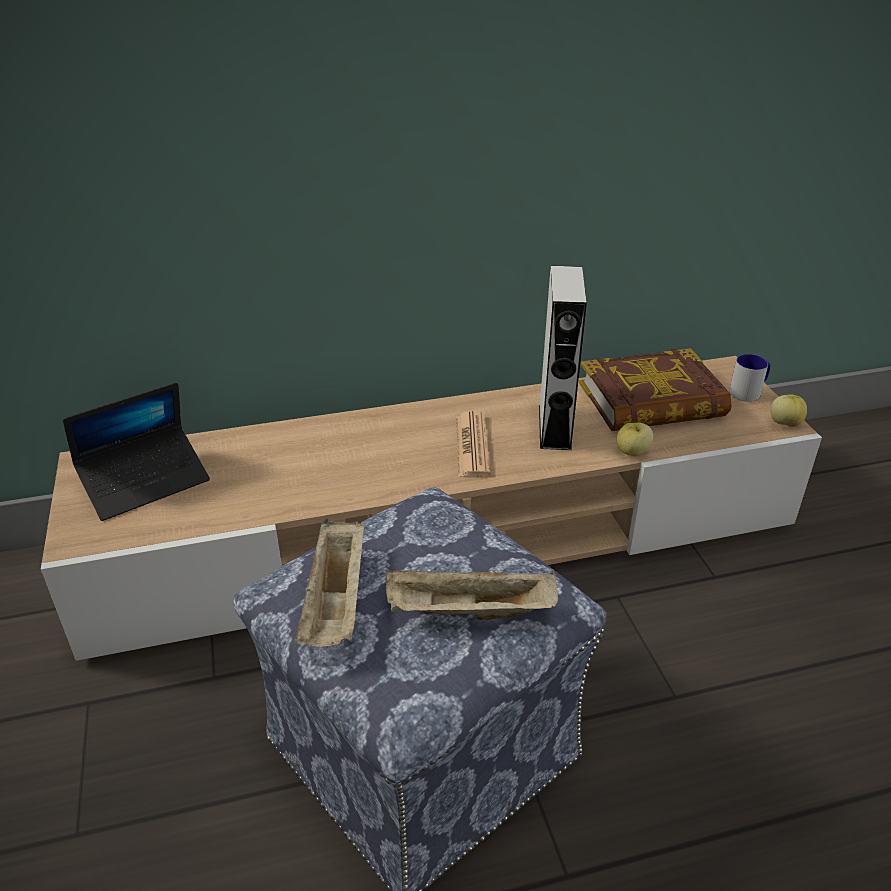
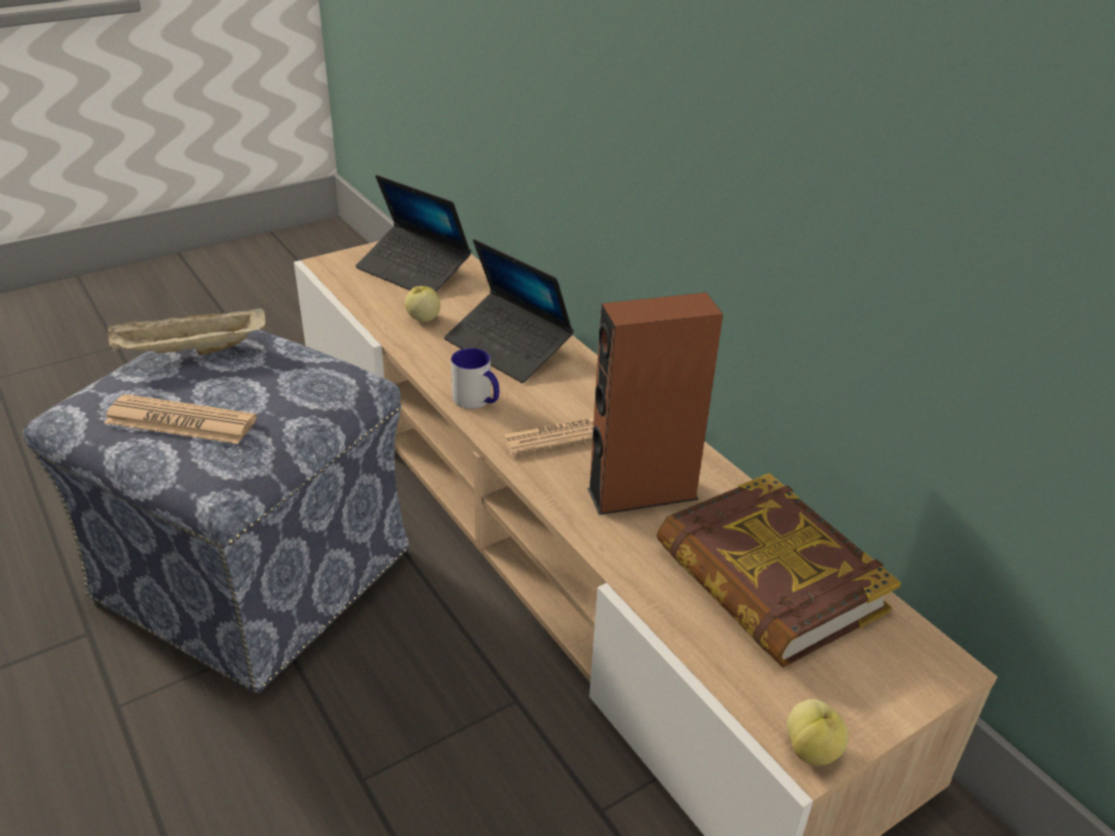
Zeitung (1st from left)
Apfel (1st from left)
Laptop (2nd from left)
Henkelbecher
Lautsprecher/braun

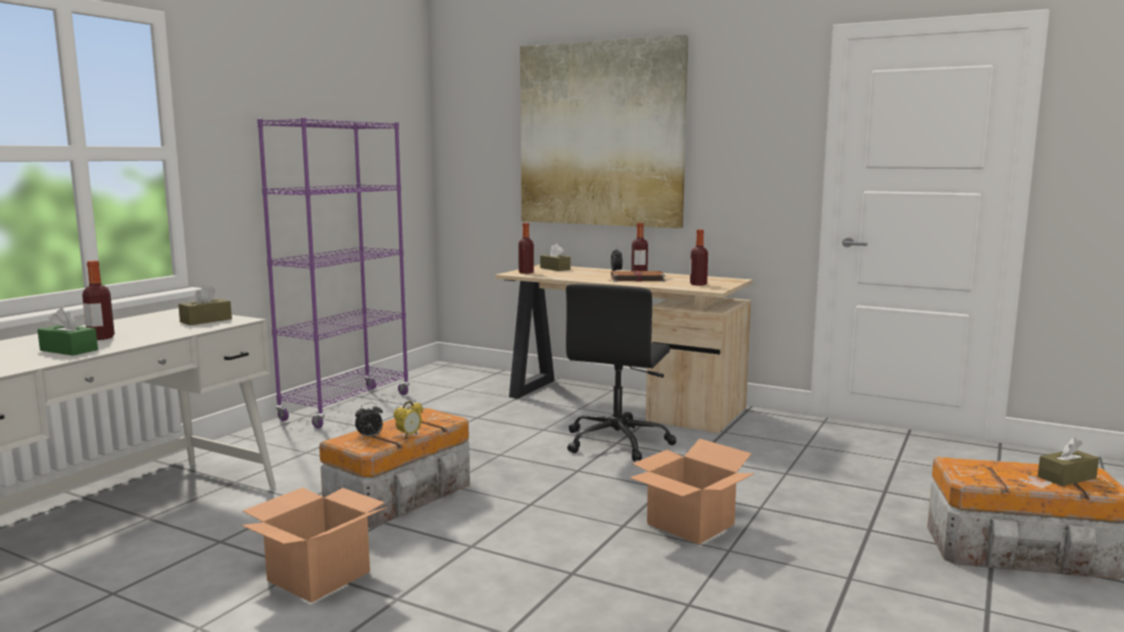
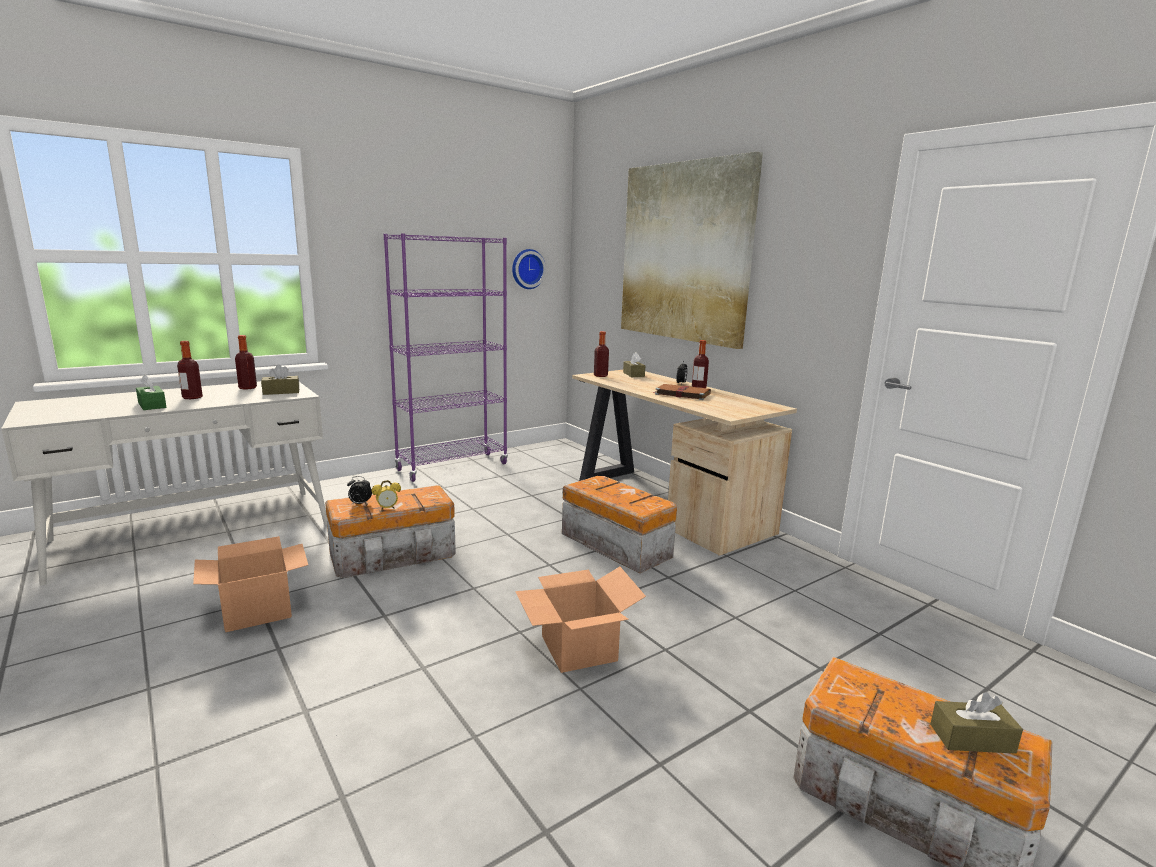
Flasche (2nd from left)
Wanduhr
Aufbewahrungsbox (2nd from left)

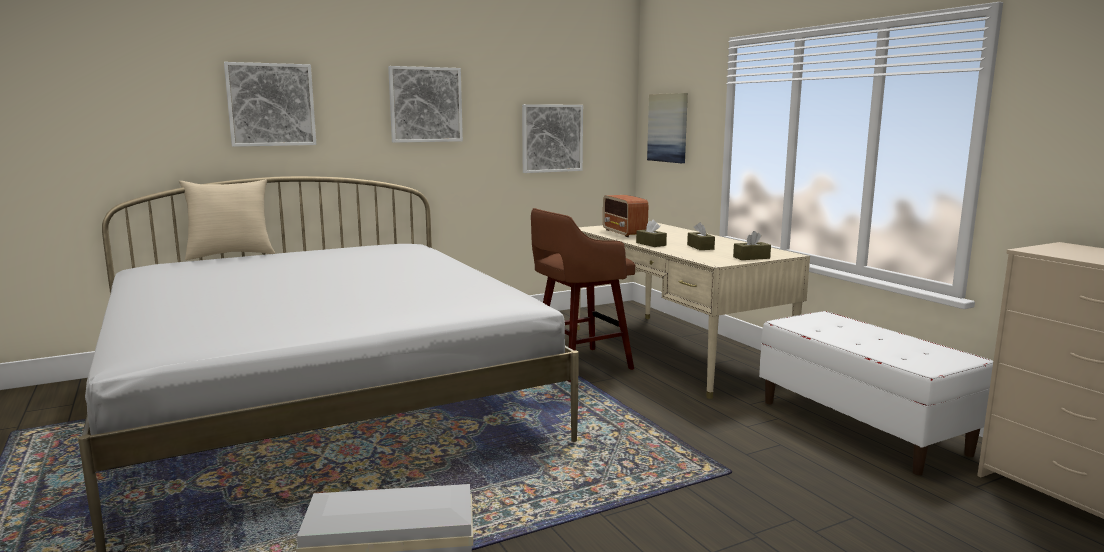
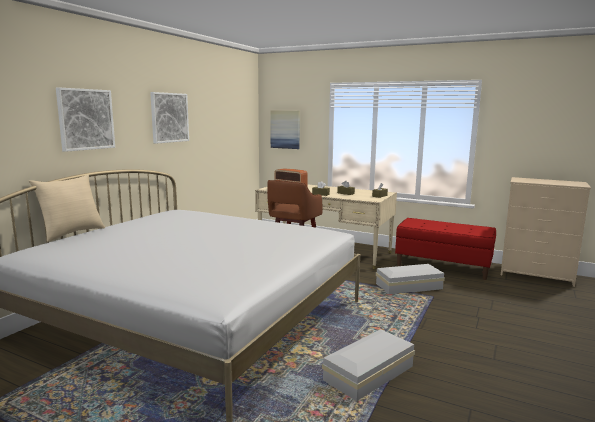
Aufbewahrungsbox/weiß (2nd from left)
Bank/rot
Bild (3rd from left in the first image)

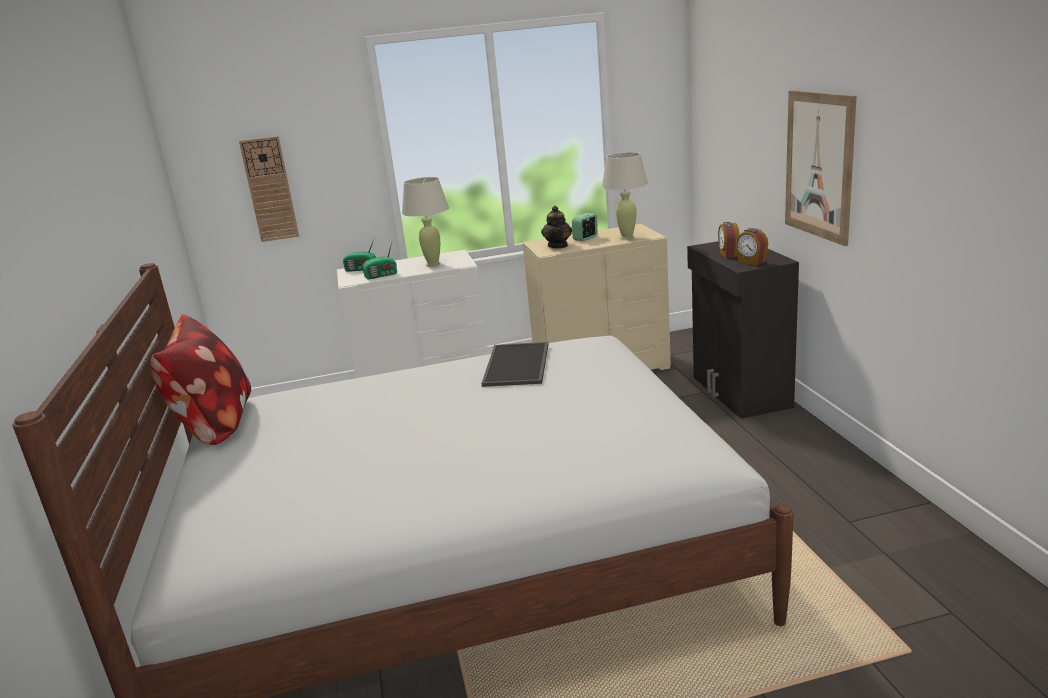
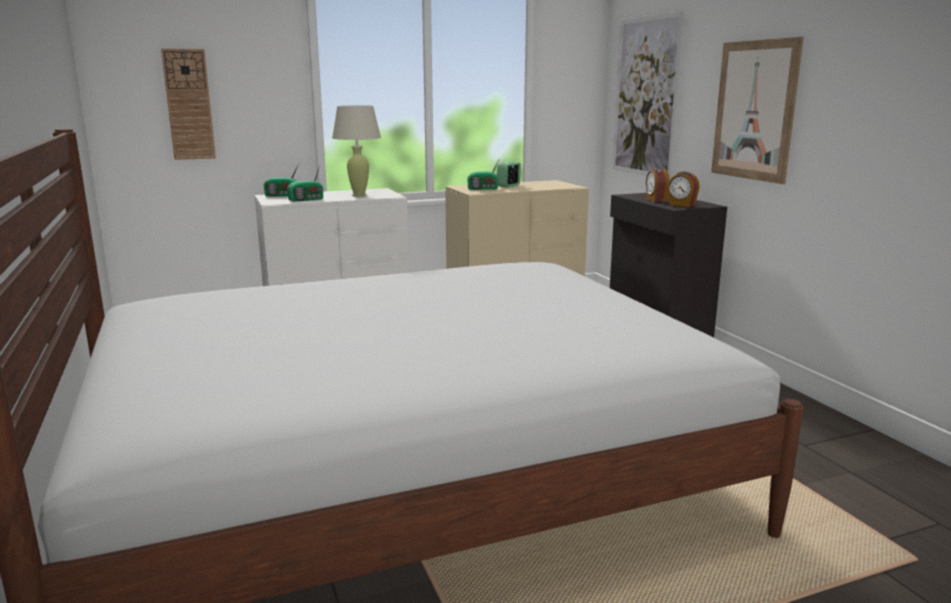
Radio (3rd from left)
Bild (1st from left)
Kissen
Tablett
Tischlampe/beige (2nd from left in the first image)

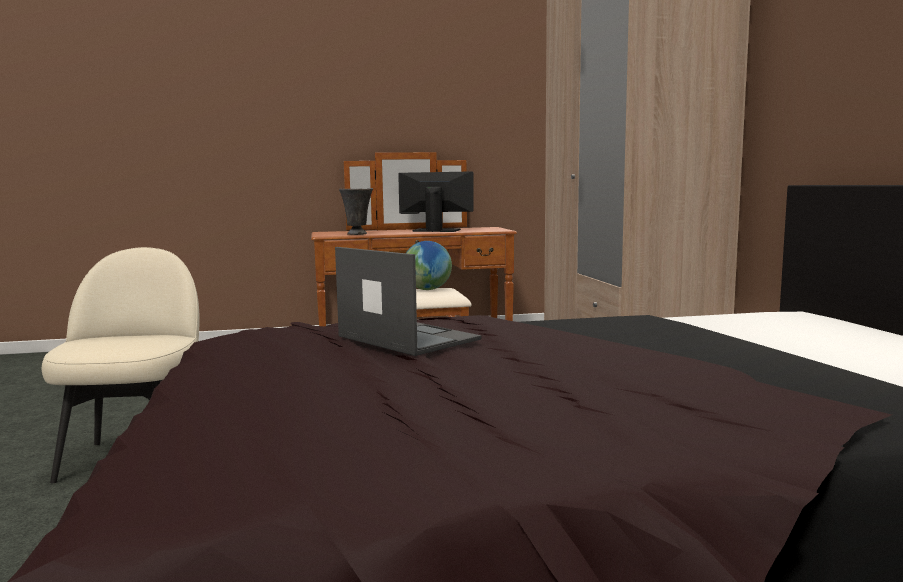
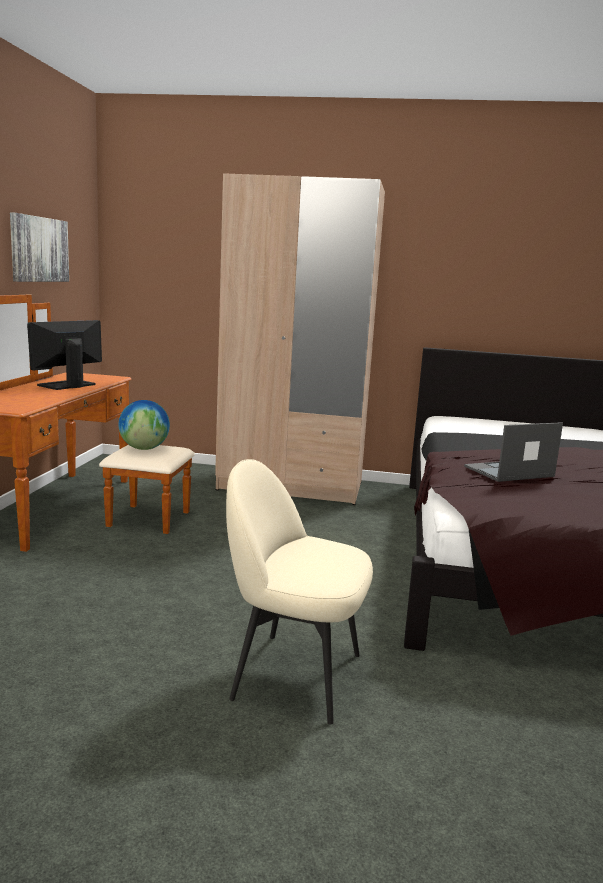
Bild
Vase/grau

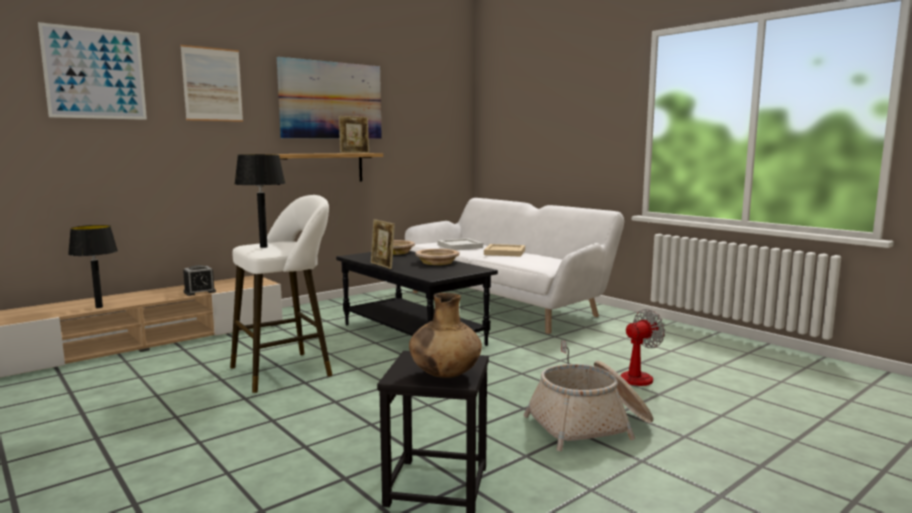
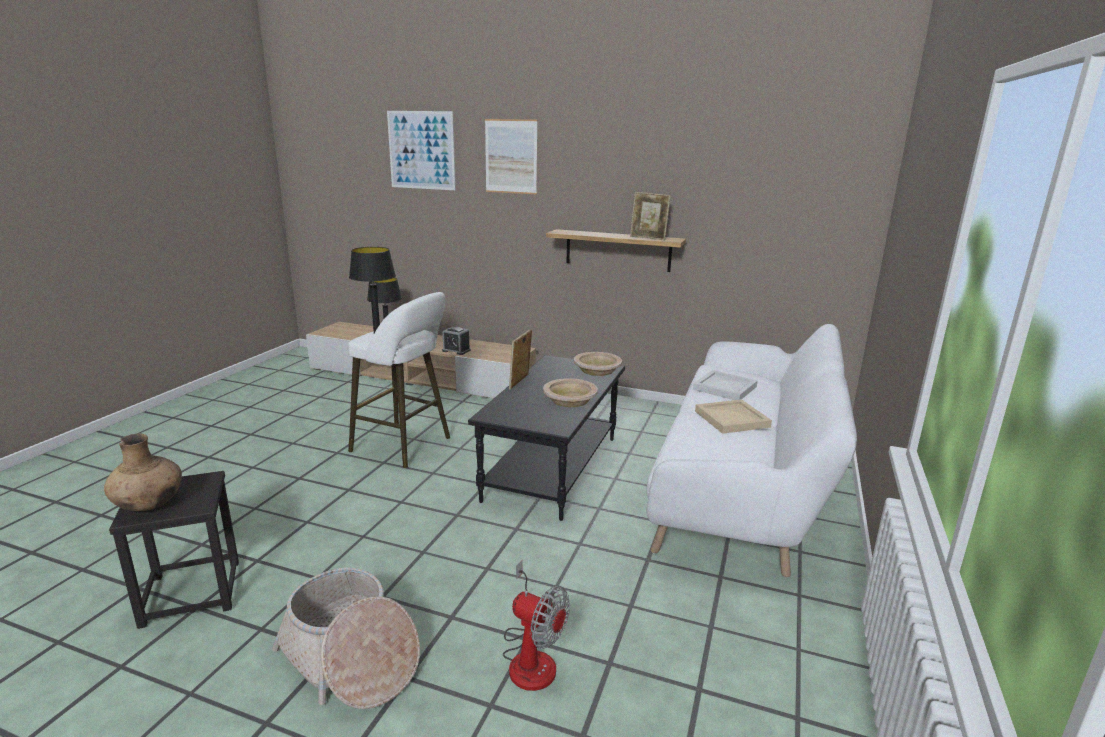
Bild (3rd from left in the first image)

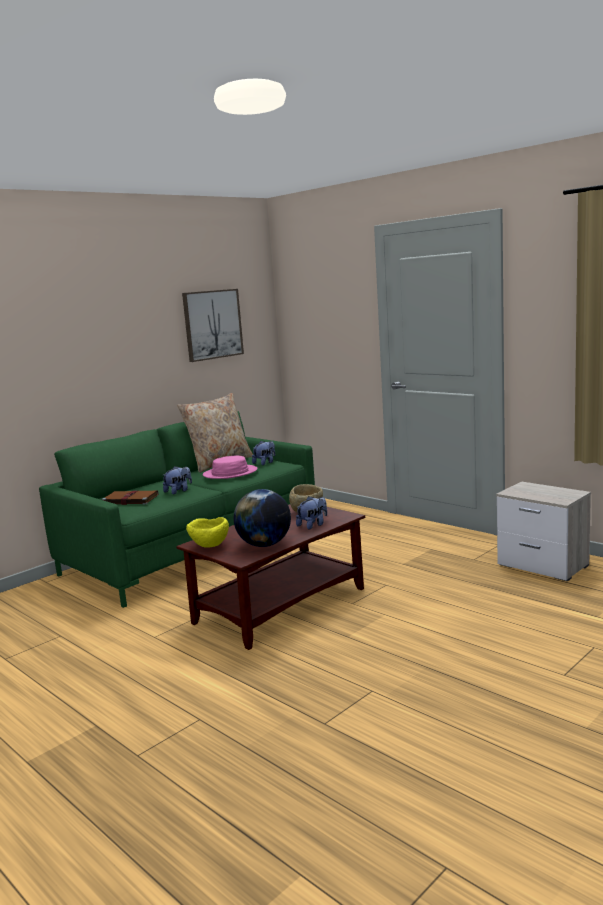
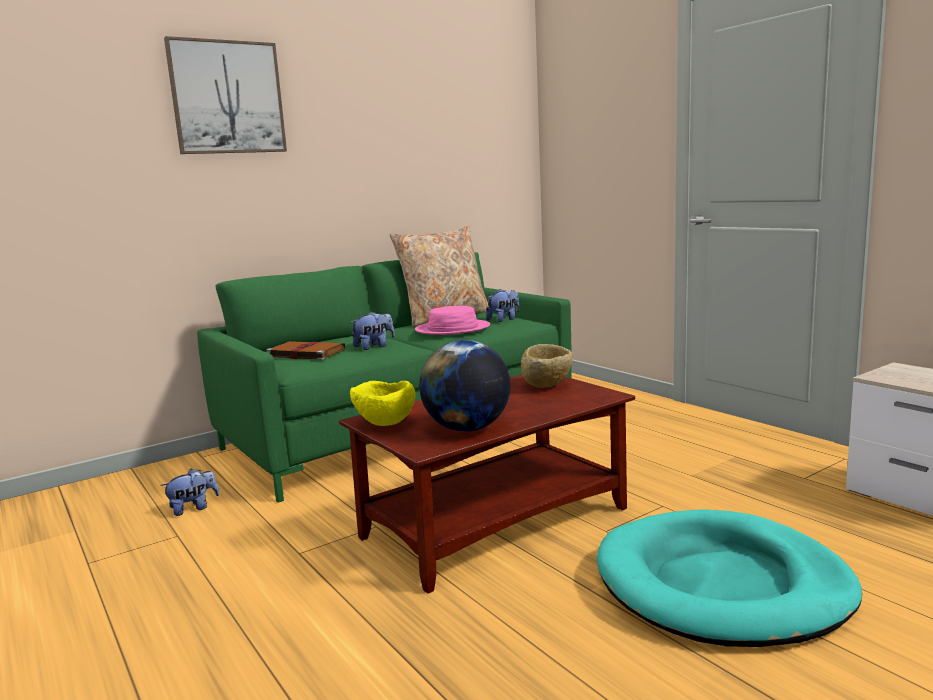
Plüschtier (1st from left)
Bild
Hundebett/türkis

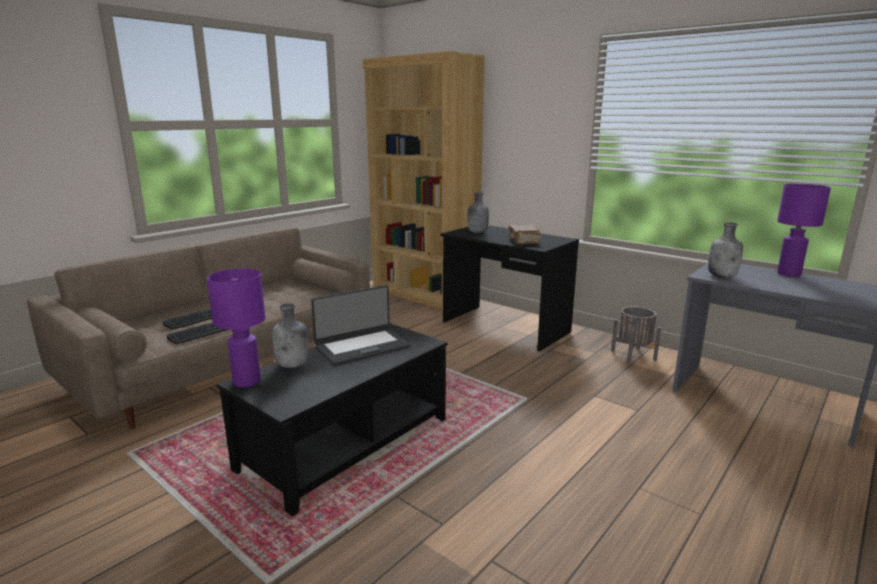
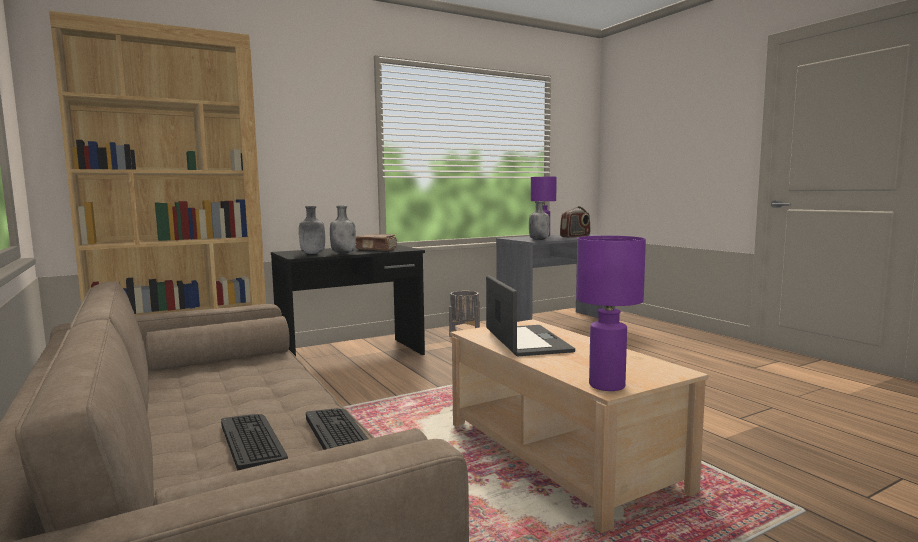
Flasche/grau (2nd from left)
Couchtisch/beige
Radio

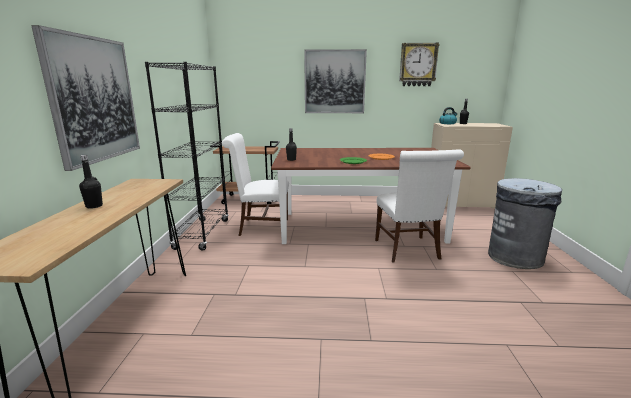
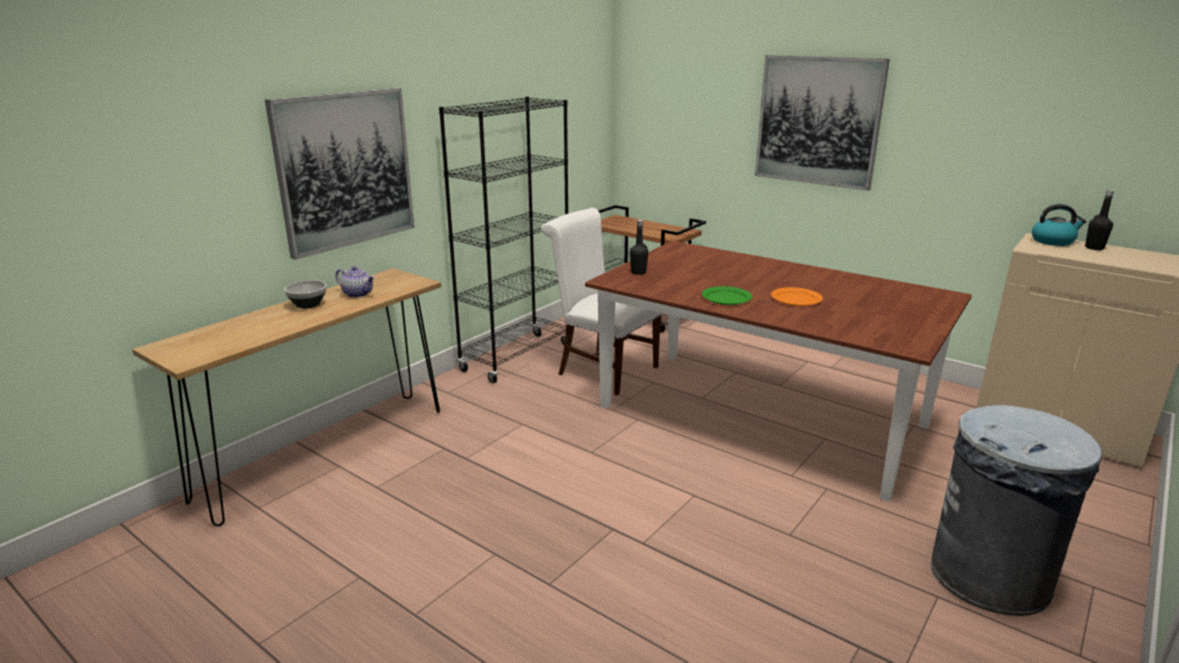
Schüssel
Teekanne
Stuhl/weiß (2nd from left in the first image)
Wanduhr

